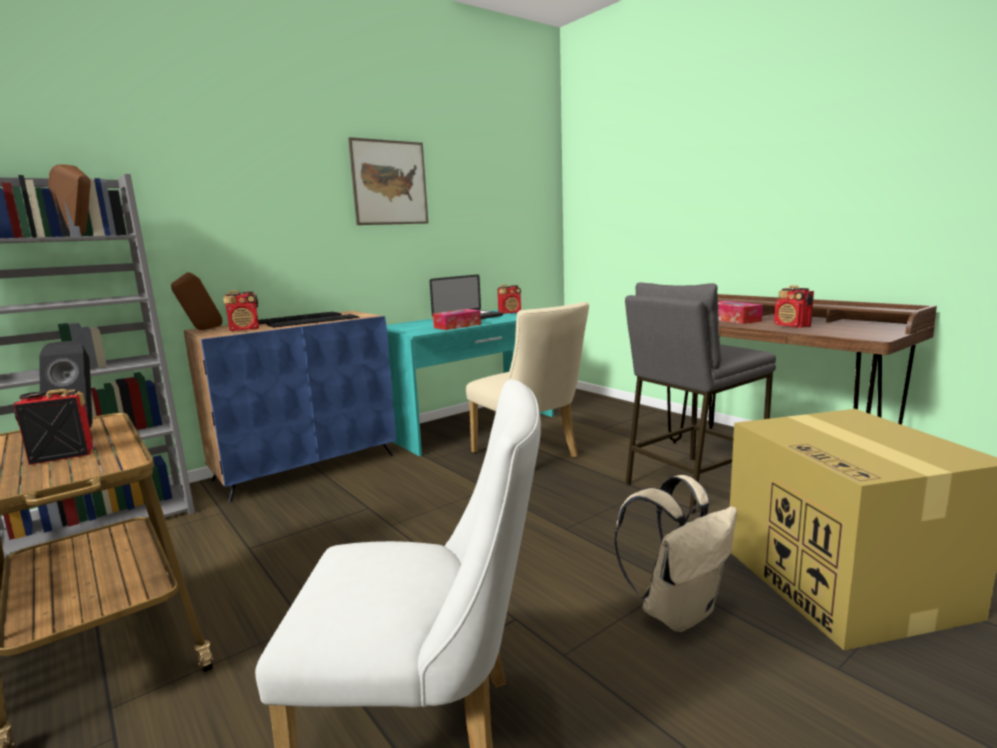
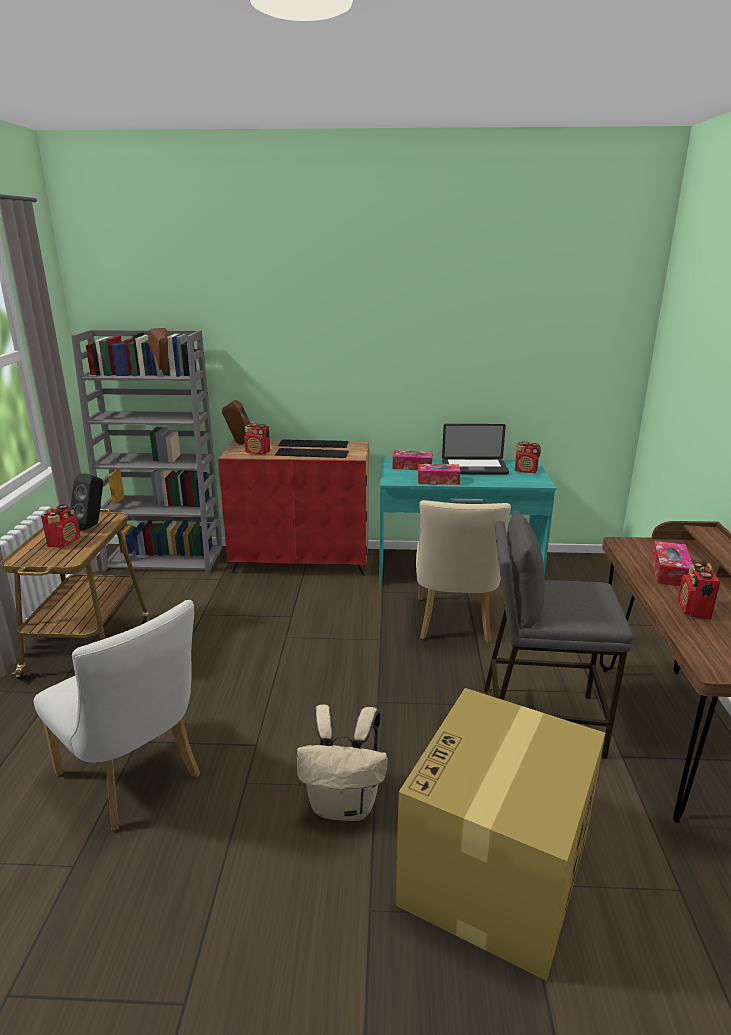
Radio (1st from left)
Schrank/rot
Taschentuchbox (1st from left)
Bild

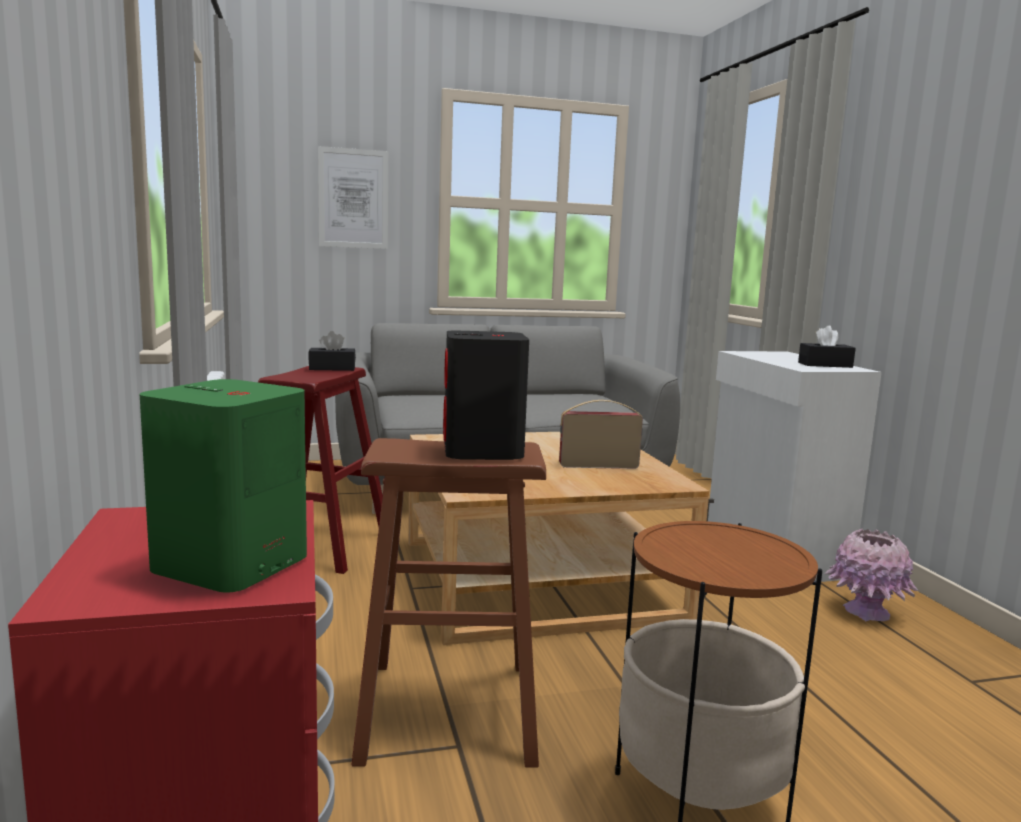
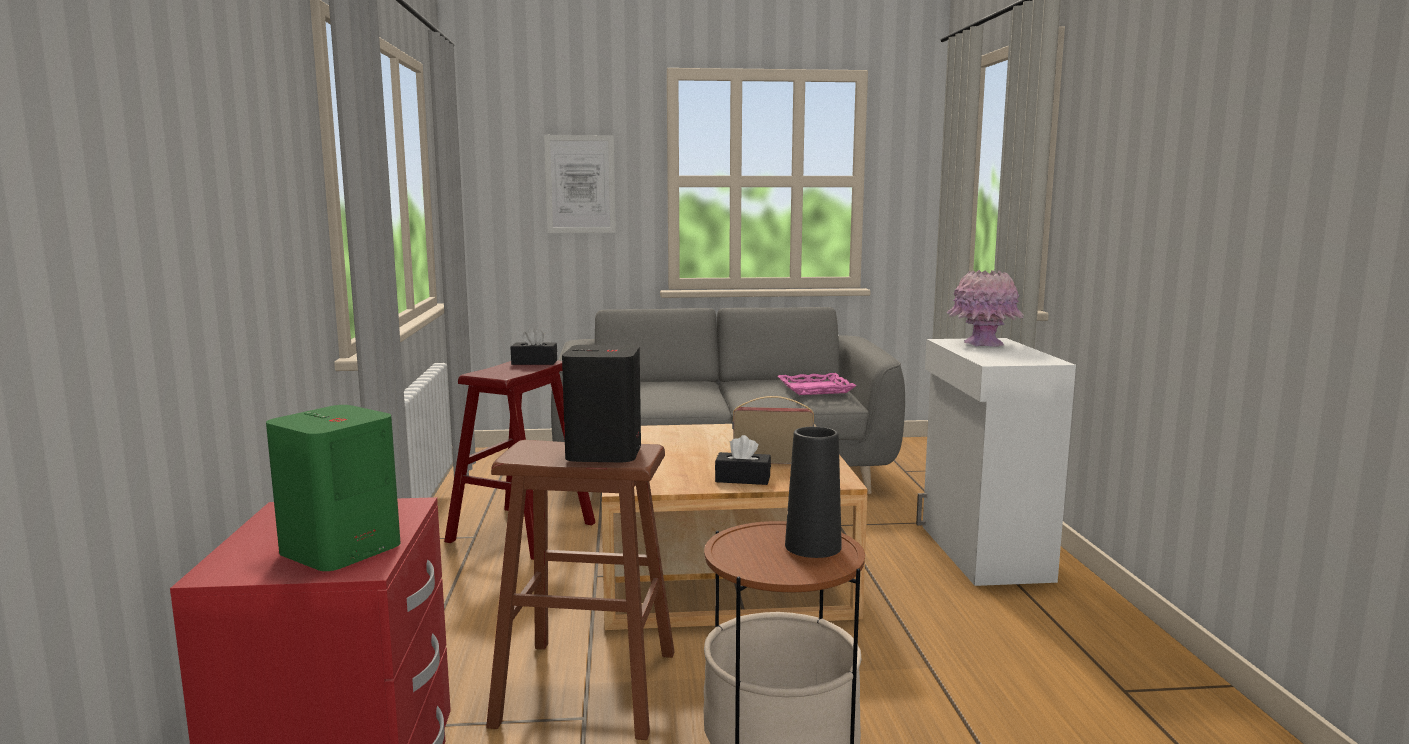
Taschentuchbox/schwarz (2nd from left)
Tablett/rosa
Vase/schwarz
Vase/rosa

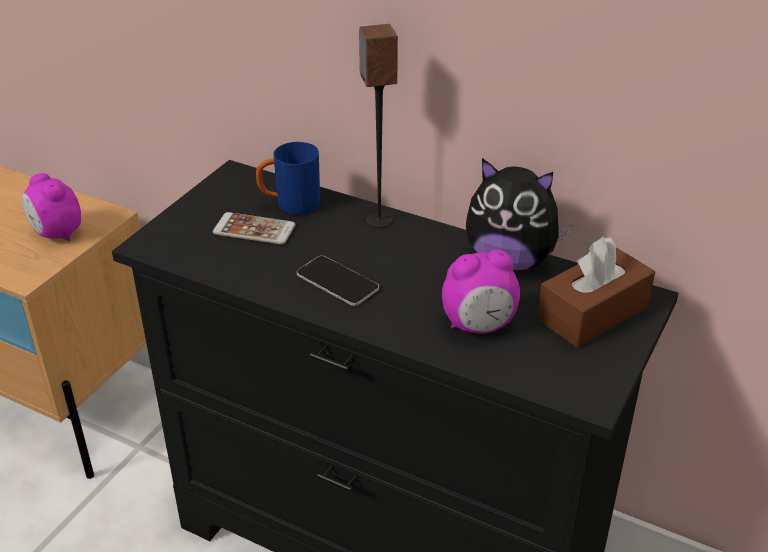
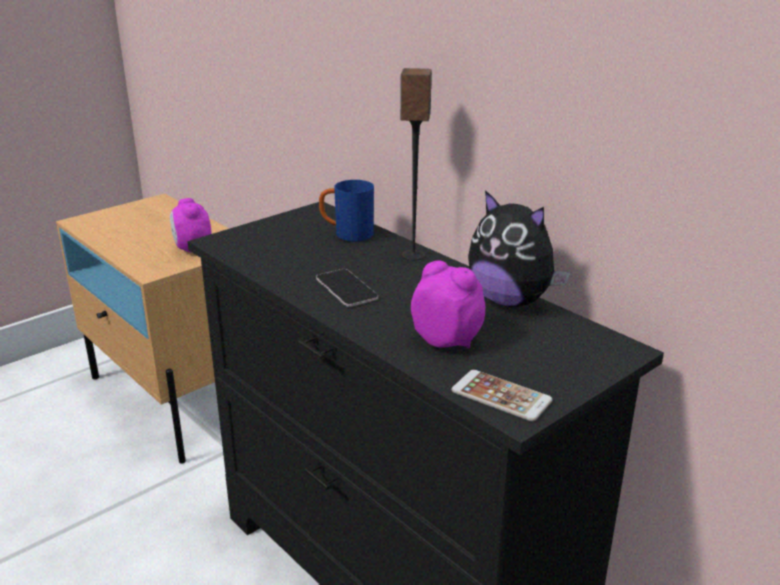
Wecker (2nd from left)
Handy (2nd from left)
Taschentuchbox/braun

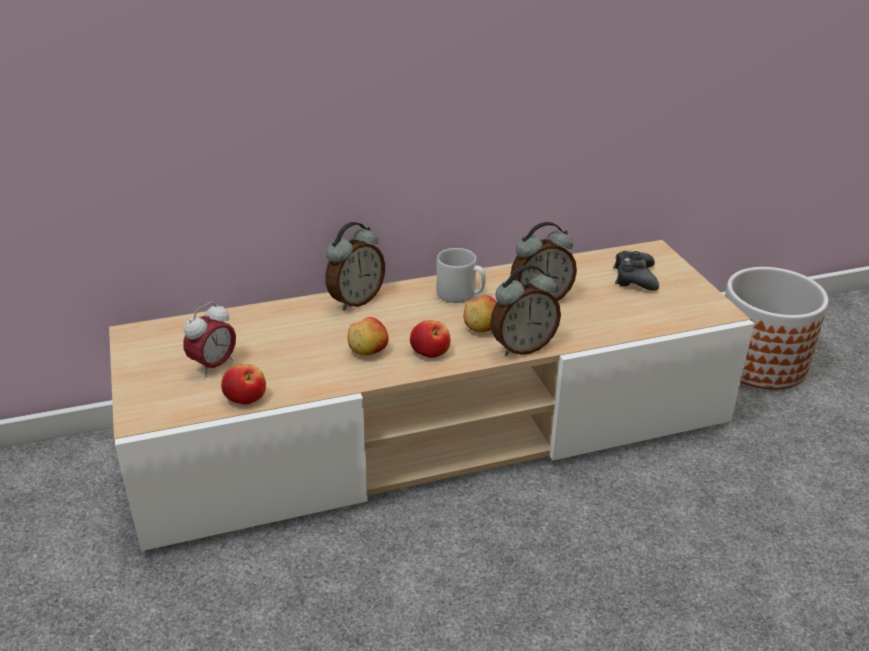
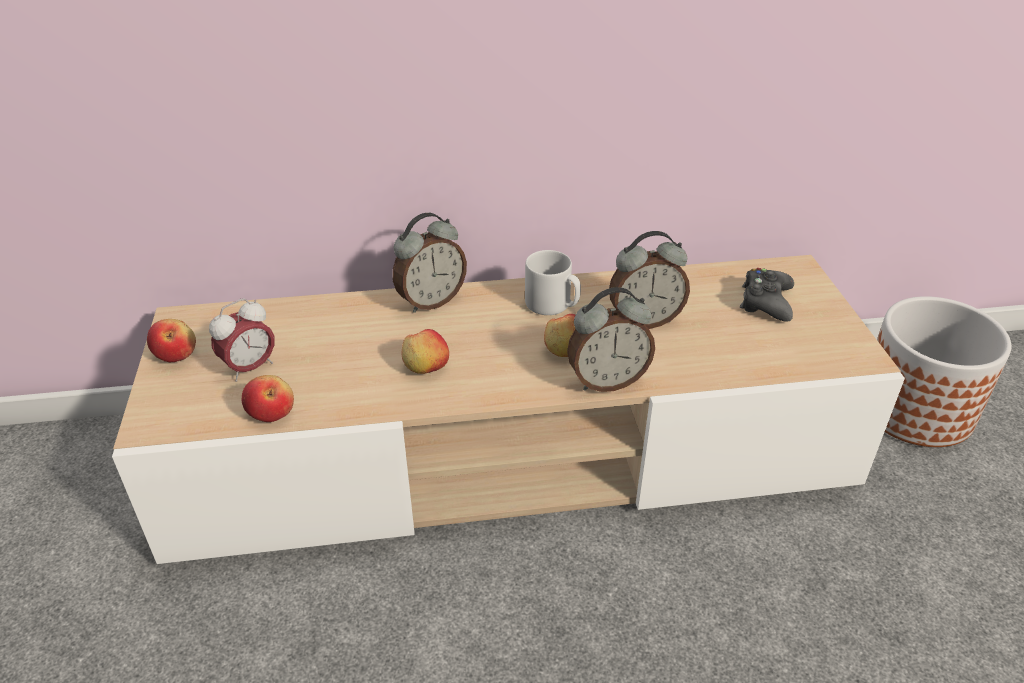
Apfel (1st from left)

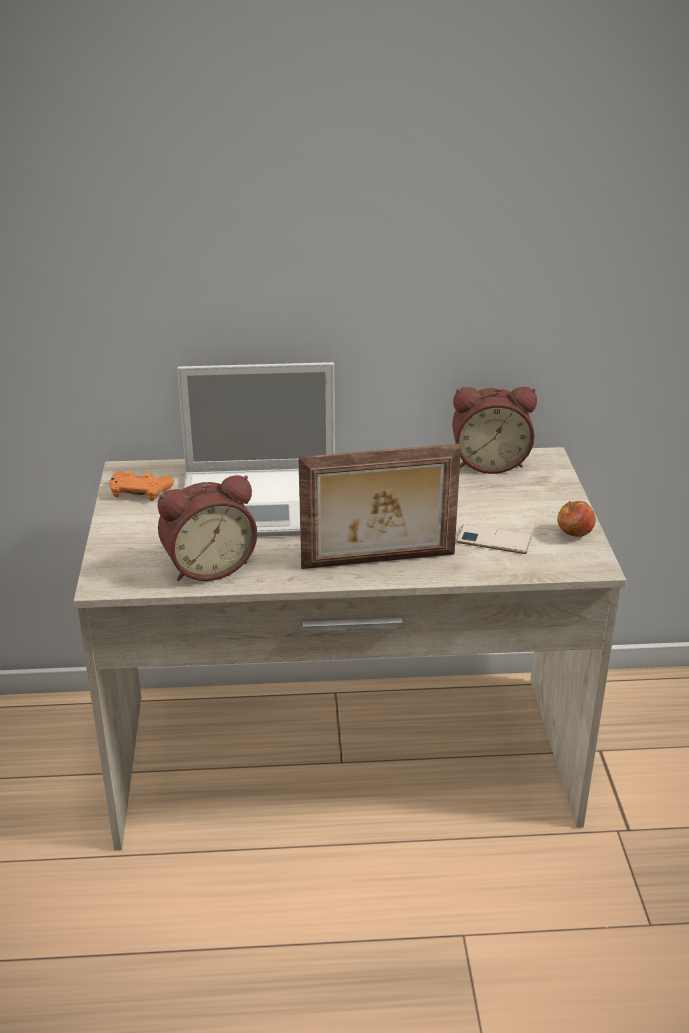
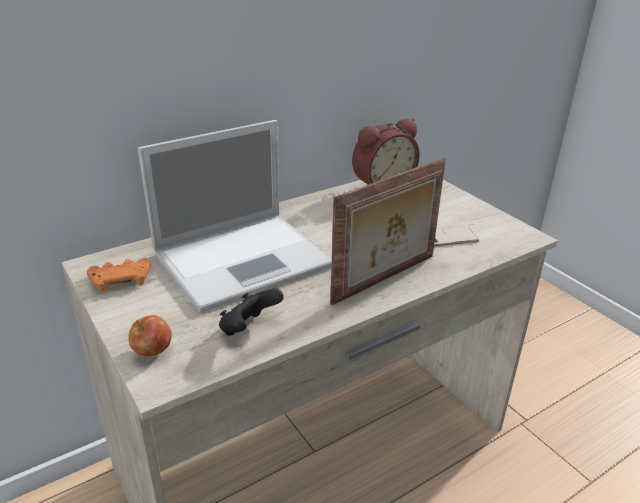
Apfel
Gamepad/schwarz

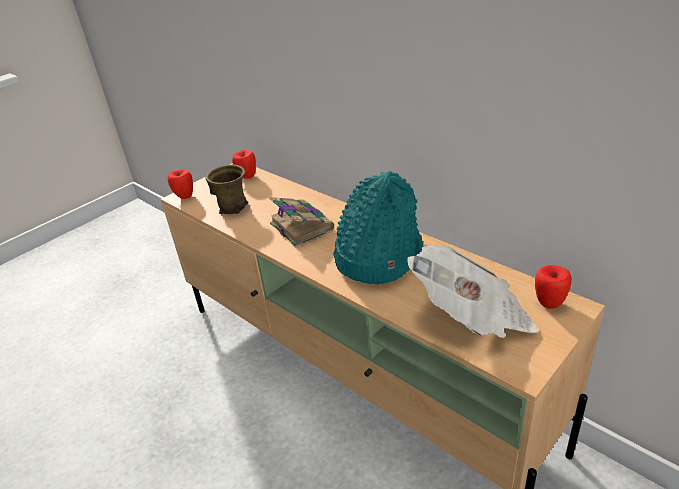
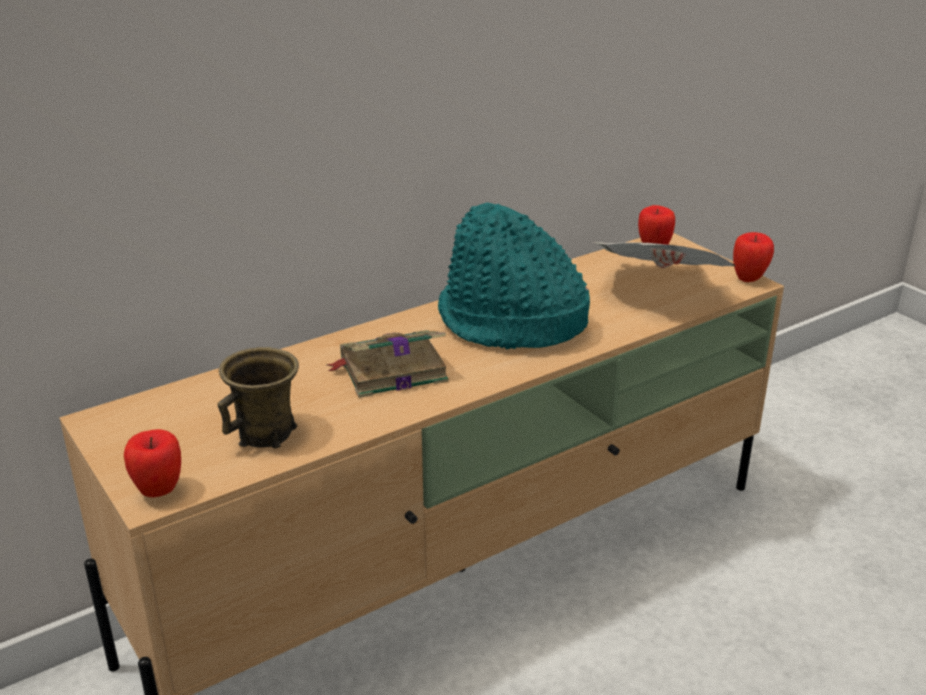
Apfel (3rd from left)

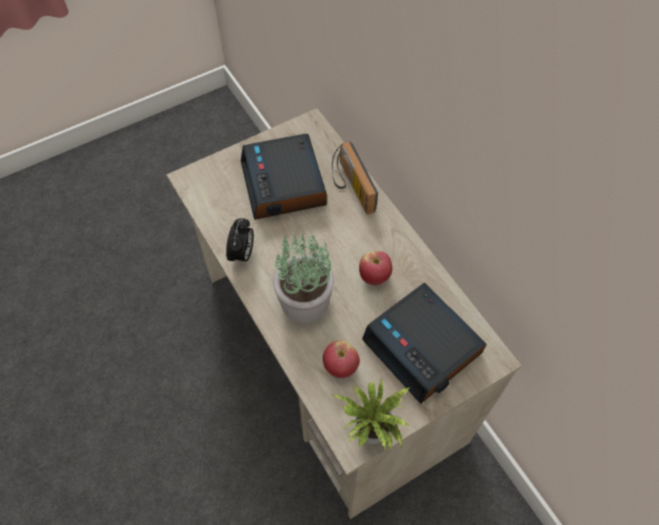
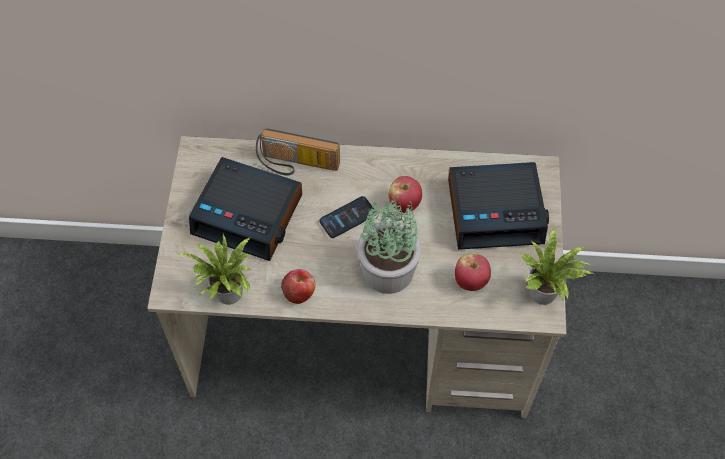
Topfpflanze (1st from left)
Apfel (1st from left)
Handy

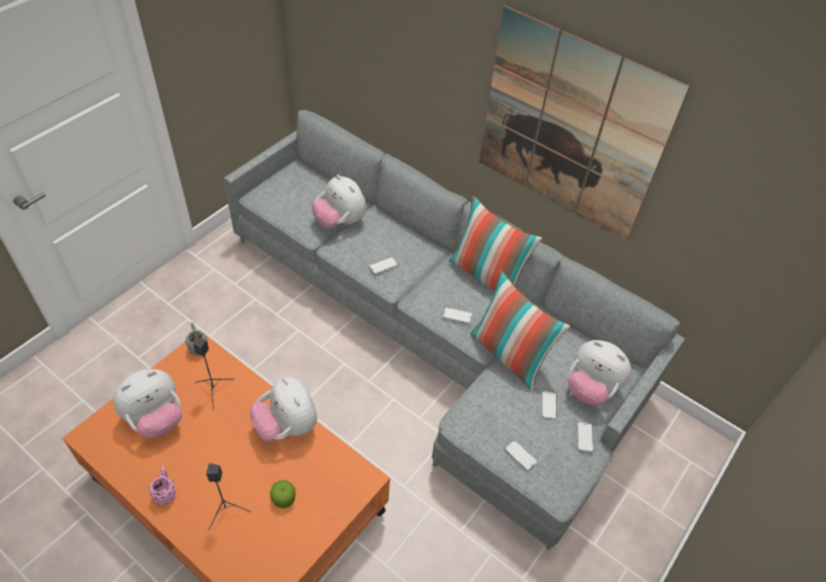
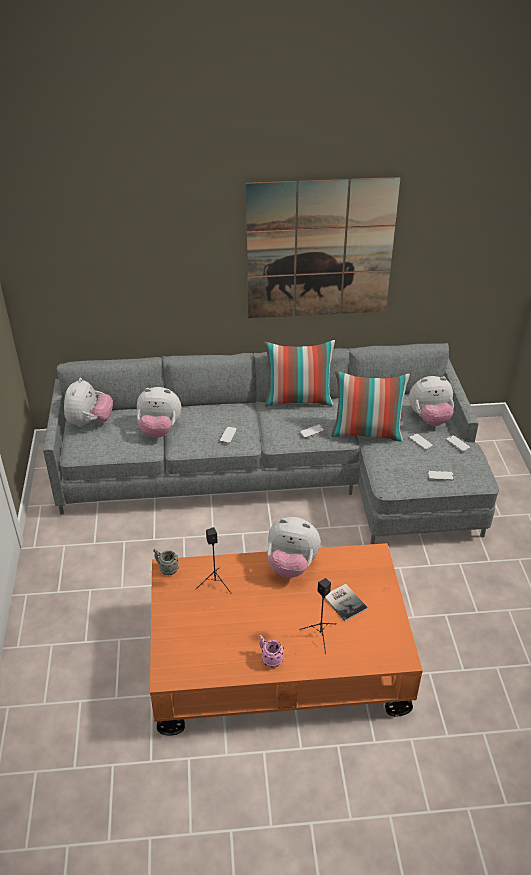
Plüschtier (1st from left)
Buch

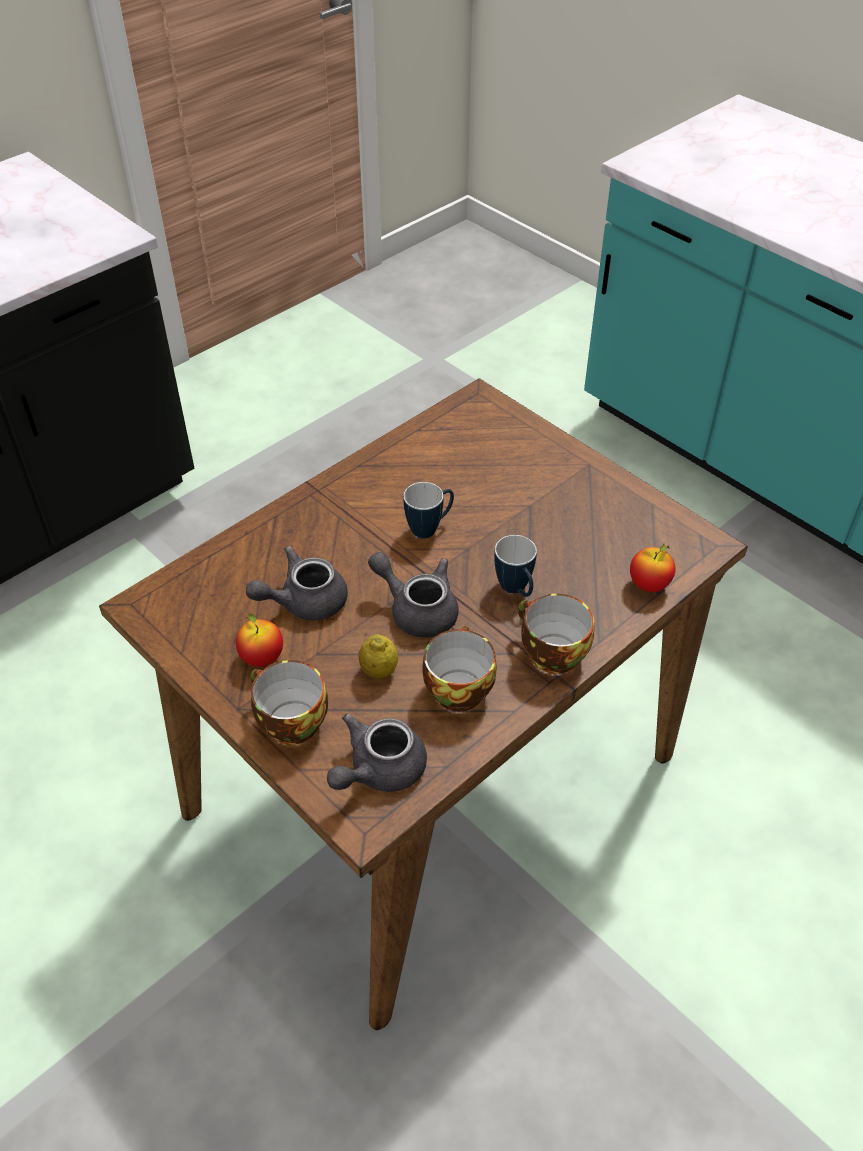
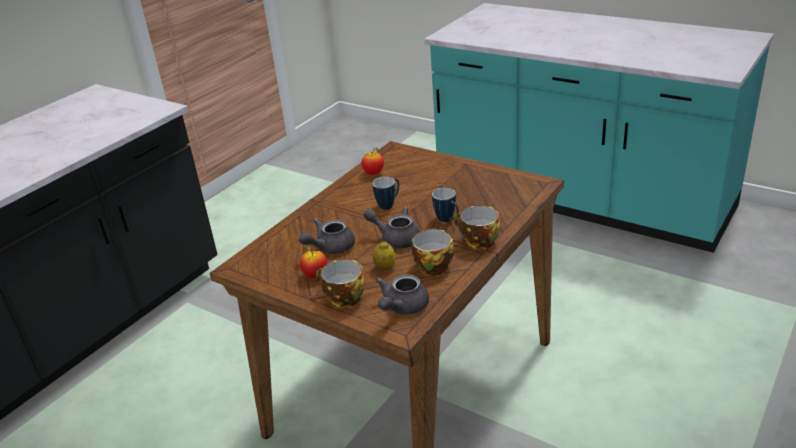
Apfel (2nd from left)

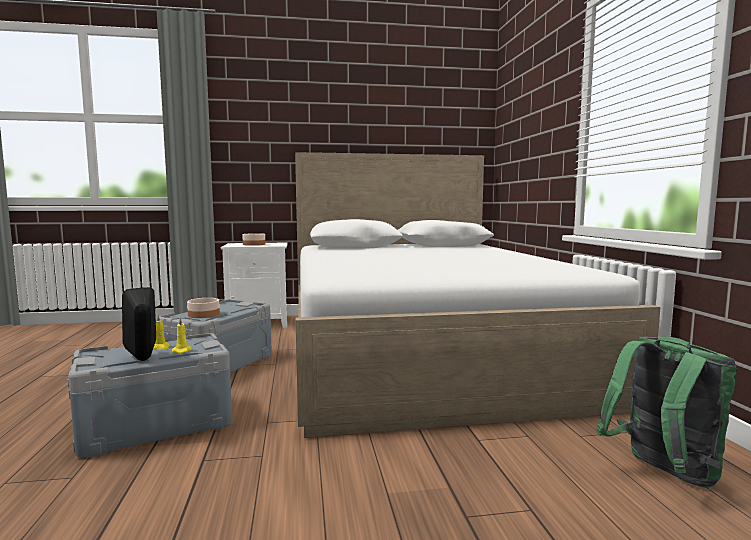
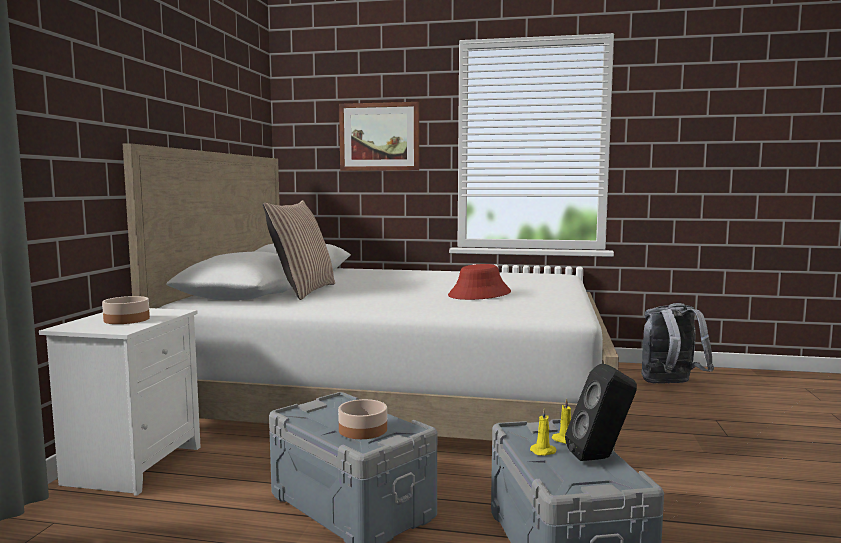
Kissen
Bild
Hut/rot
Rucksack/grau

